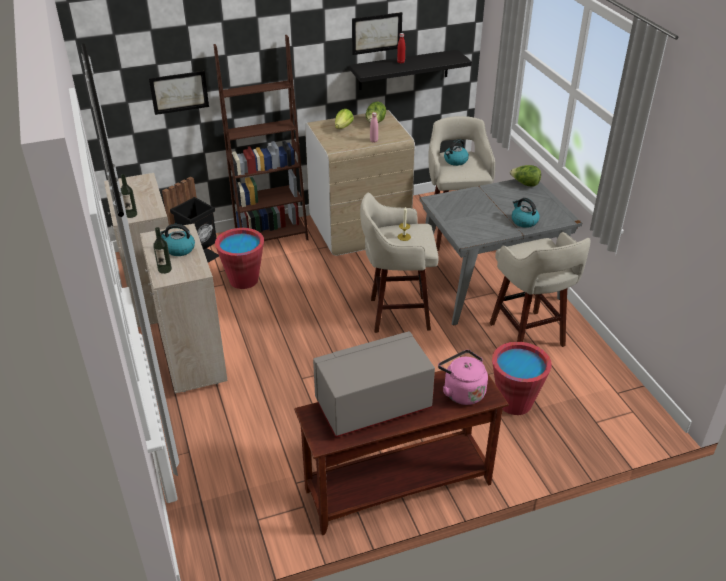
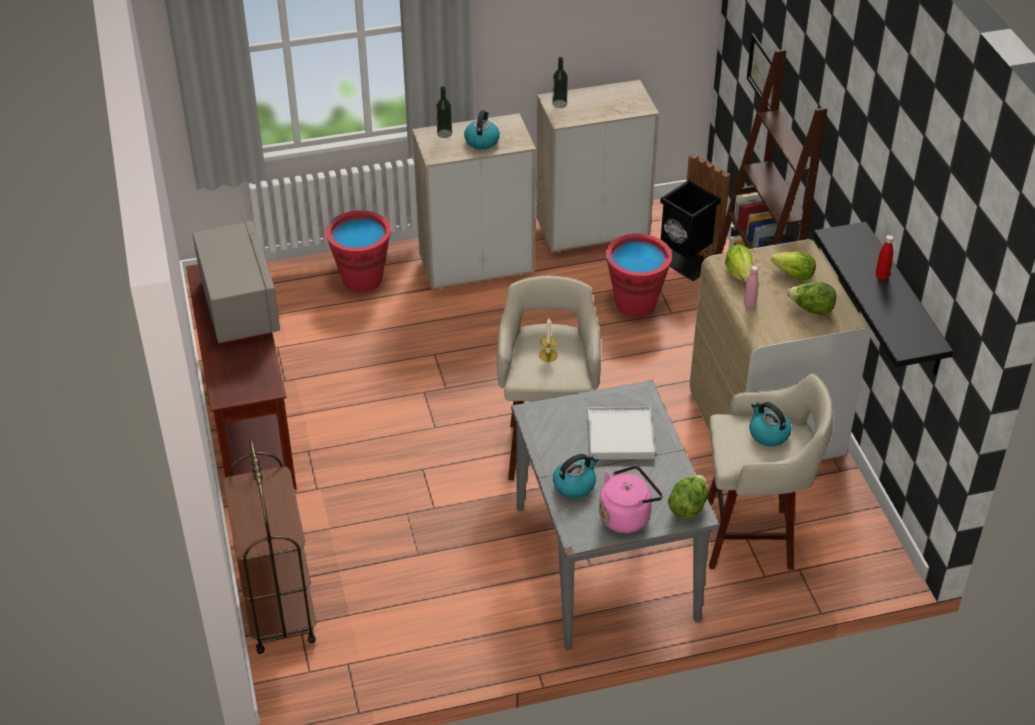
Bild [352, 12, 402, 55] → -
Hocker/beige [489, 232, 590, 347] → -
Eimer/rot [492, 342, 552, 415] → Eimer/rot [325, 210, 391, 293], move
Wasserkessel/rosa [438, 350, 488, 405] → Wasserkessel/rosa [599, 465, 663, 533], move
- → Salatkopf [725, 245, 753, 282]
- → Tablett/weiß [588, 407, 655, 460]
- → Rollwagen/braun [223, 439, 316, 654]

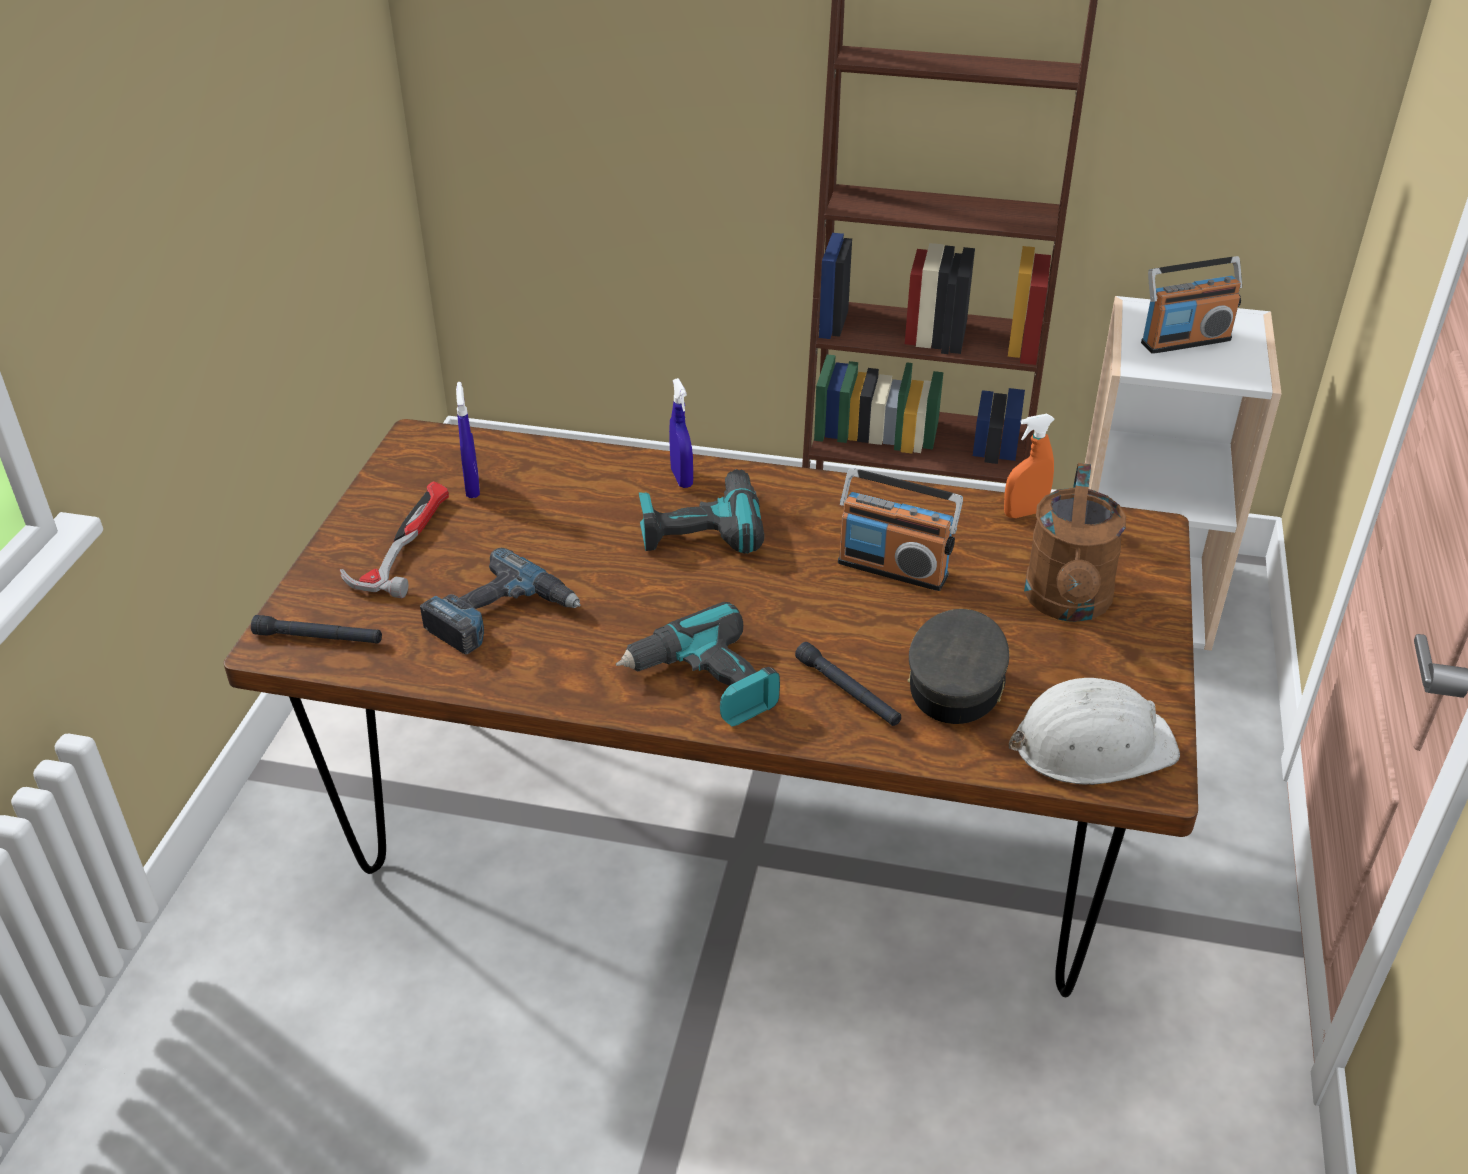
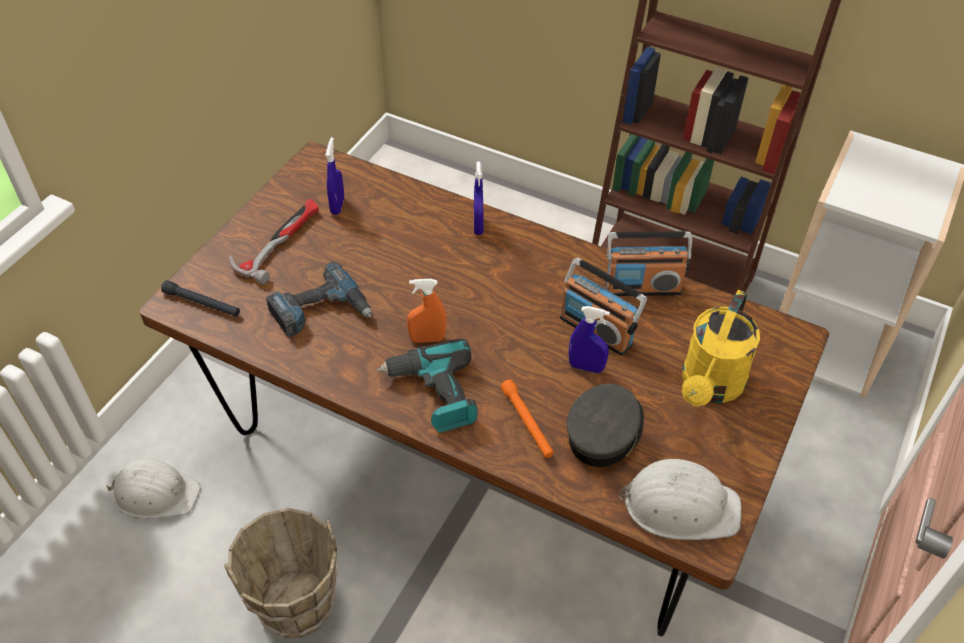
Radio [1141, 256, 1242, 354] → Radio [605, 231, 692, 296], move
Sprühflasche/orange [1004, 414, 1055, 518] → Sprühflasche/orange [407, 279, 447, 343], move
Gießkanne/braun [1024, 463, 1126, 622] → Gießkanne/gelb [682, 290, 760, 406]
Bohrmaschine [638, 469, 764, 554] → -
Taschenlampe/schwarz [795, 642, 901, 726] → Taschenlampe/orange [501, 380, 554, 458]
- → Sprühflasche/blau [568, 306, 610, 373]
- → Schutzhelm/weiß [106, 459, 200, 519]
- → Eimer/braun [224, 508, 339, 638]

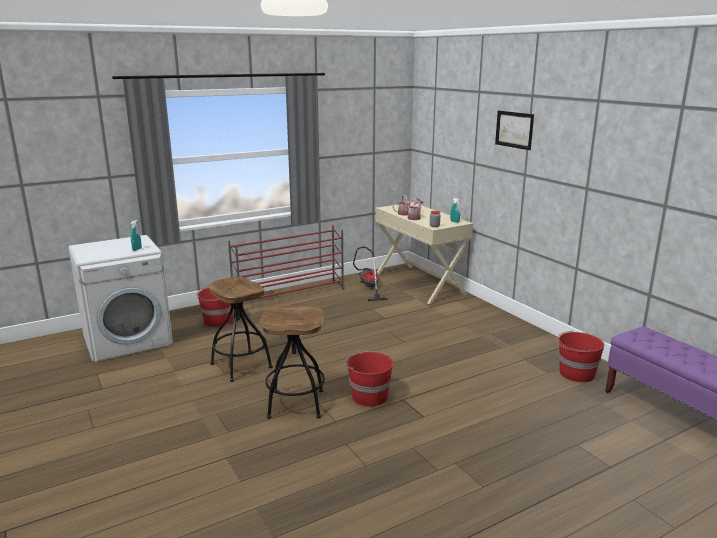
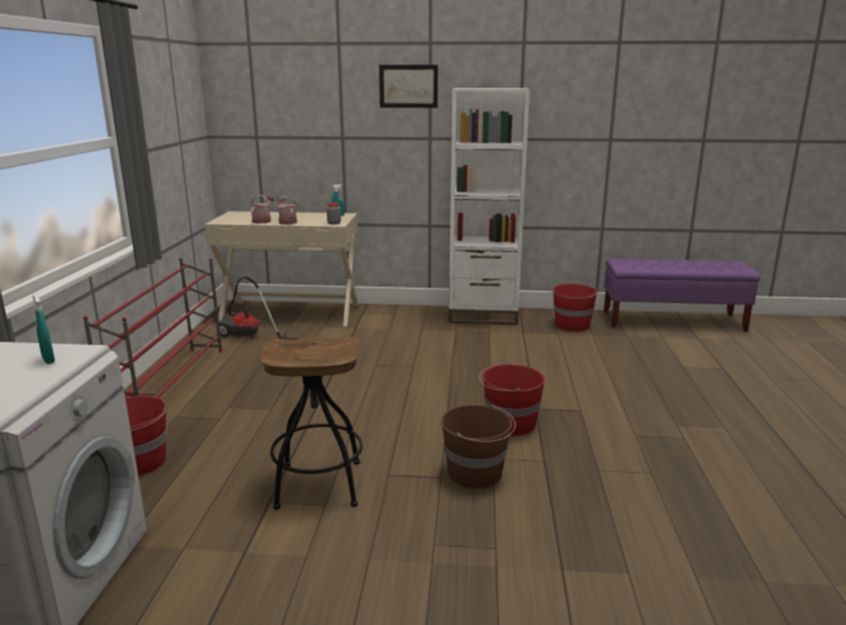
Hocker/braun [260, 306, 325, 419] → Eimer/braun [441, 405, 516, 489]
- → Bücherregal/weiß [449, 88, 530, 325]

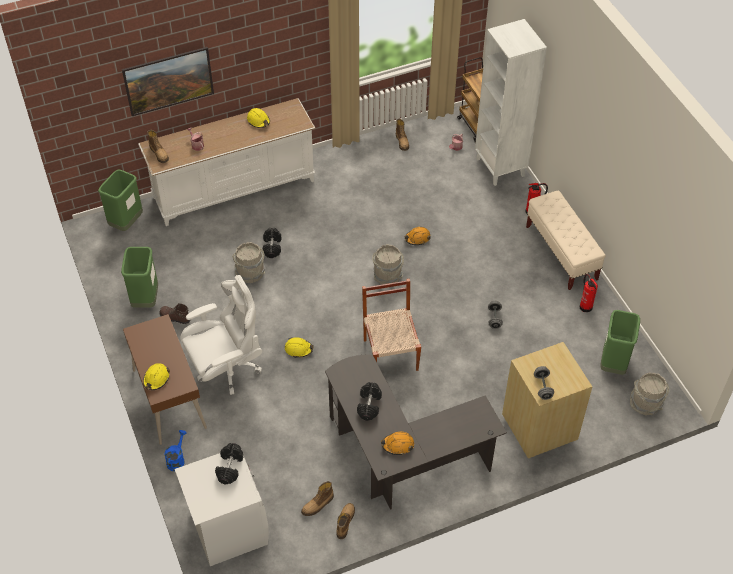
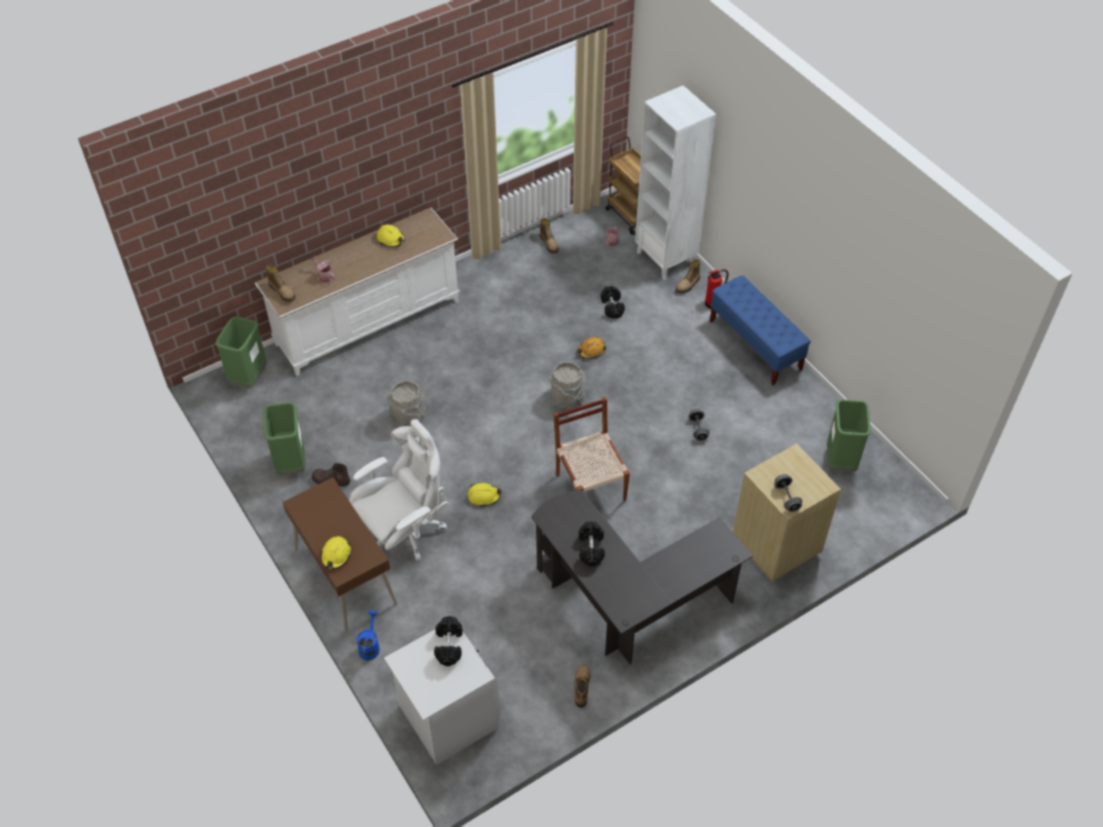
Bild [122, 47, 214, 116] → -
Bank/beige [526, 191, 606, 290] → Bank/blau [710, 275, 811, 385]
Hantel/schwarz [263, 228, 281, 258] → Hantel/schwarz [601, 286, 625, 319], move
Feuerlöscher [580, 274, 598, 312] → -
Eimer/grau [630, 372, 669, 416] → -
Schutzhelm/orange [381, 432, 414, 455] → -
Stiefel [301, 481, 334, 516] → Stiefel [675, 259, 701, 294], move

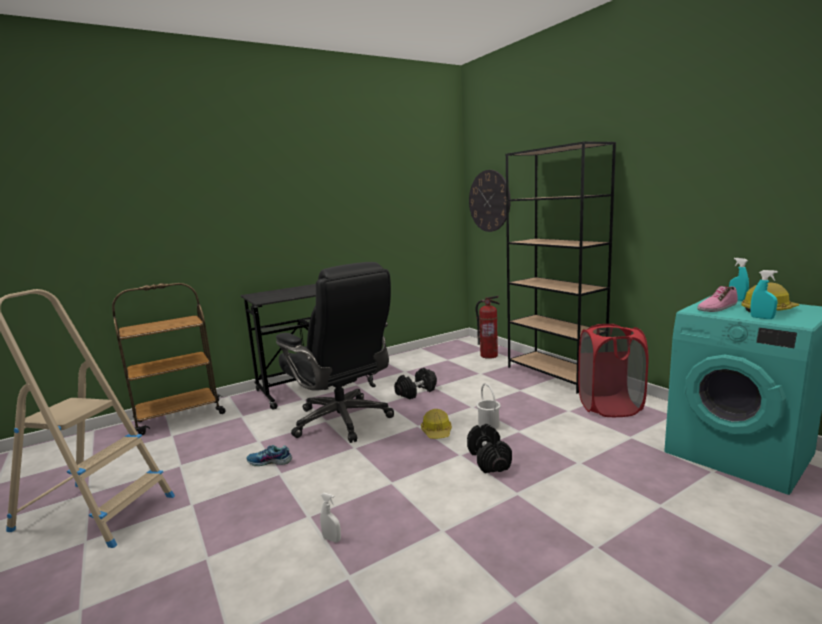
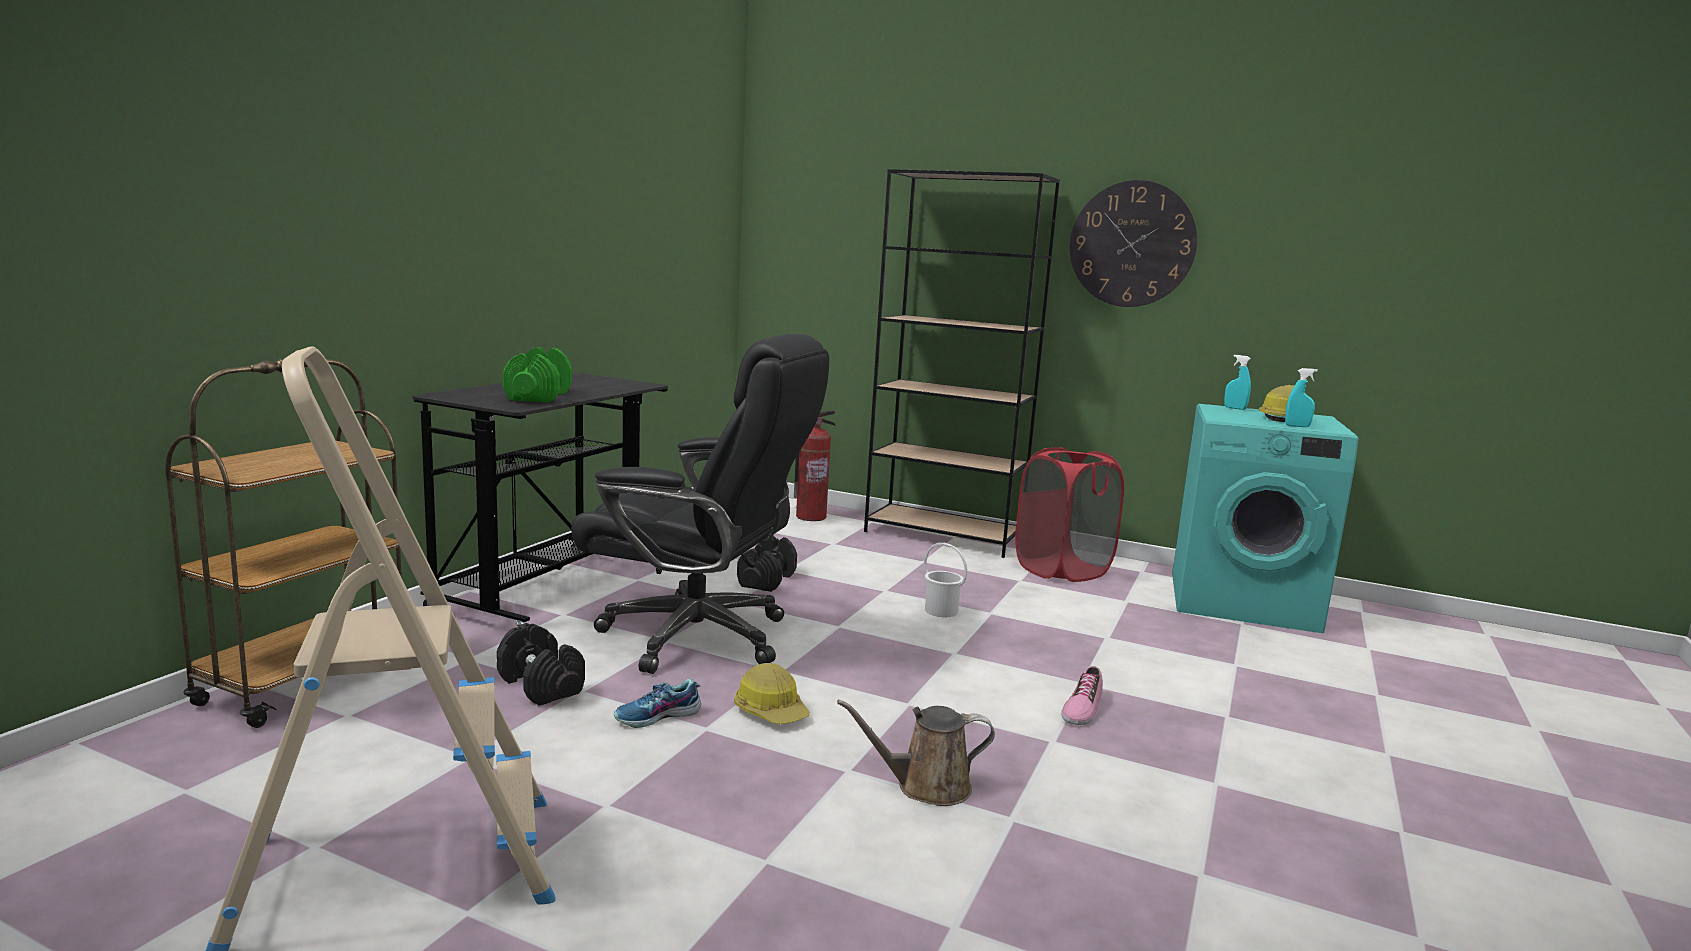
Wanduhr [469, 170, 511, 232] → Wanduhr [1070, 180, 1197, 307], move
Schuh [697, 286, 738, 312] → Schuh [1061, 666, 1103, 725], move
Schutzhelm [421, 409, 452, 439] → Schutzhelm [734, 663, 810, 724], move
Hantel/schwarz [467, 424, 512, 473] → Hantel/schwarz [496, 624, 585, 706], move
Sprühflasche/weiß [320, 493, 341, 542] → Gießkanne/braun [837, 699, 995, 806]
- → Hantel/grün [502, 347, 572, 402]

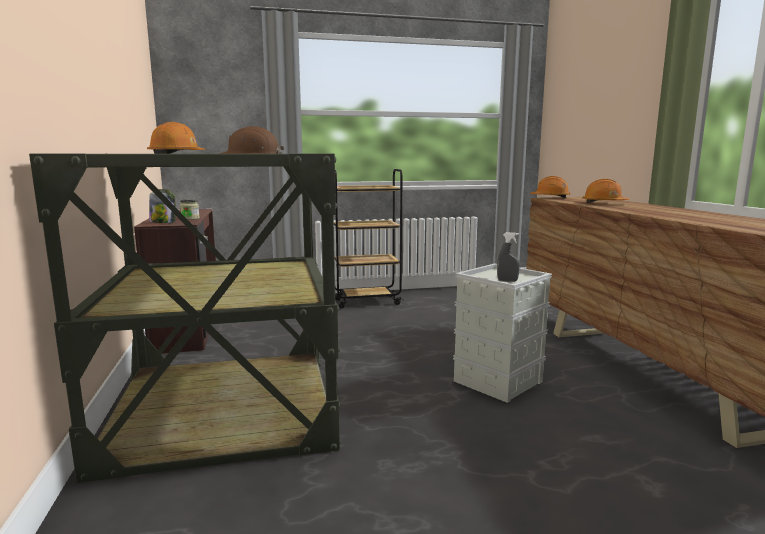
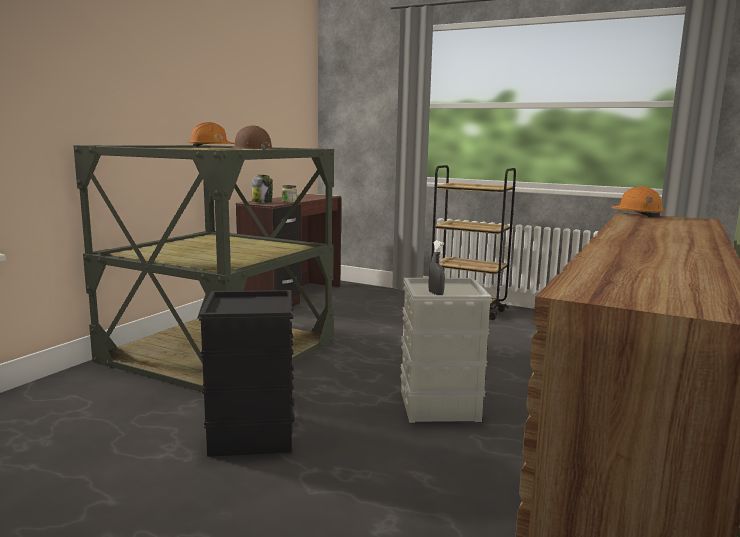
Schutzhelm/orange [582, 179, 629, 203] → -
- → Aufbewahrungsbox/schwarz [199, 290, 294, 457]

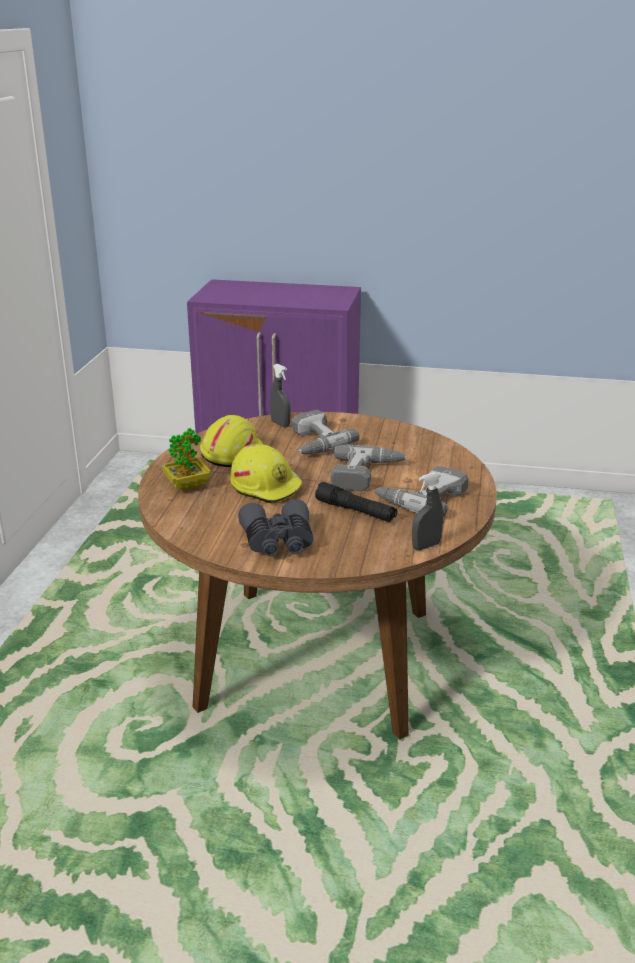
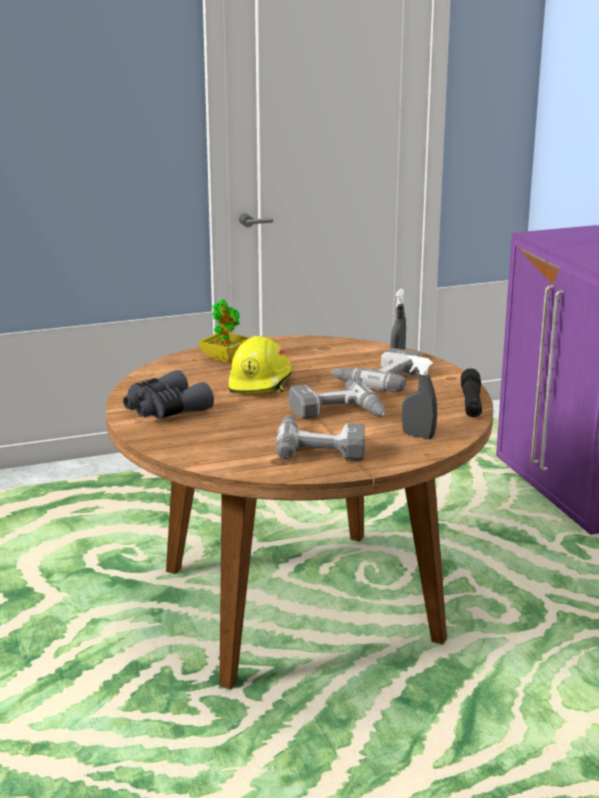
Schutzhelm/gelb [200, 415, 264, 467] → -
Sprühflasche/grau [412, 472, 443, 550] → Sprühflasche/grau [402, 355, 437, 439], move
Taschenlampe/schwarz [315, 482, 397, 522] → Taschenlampe/schwarz [461, 368, 482, 417], move

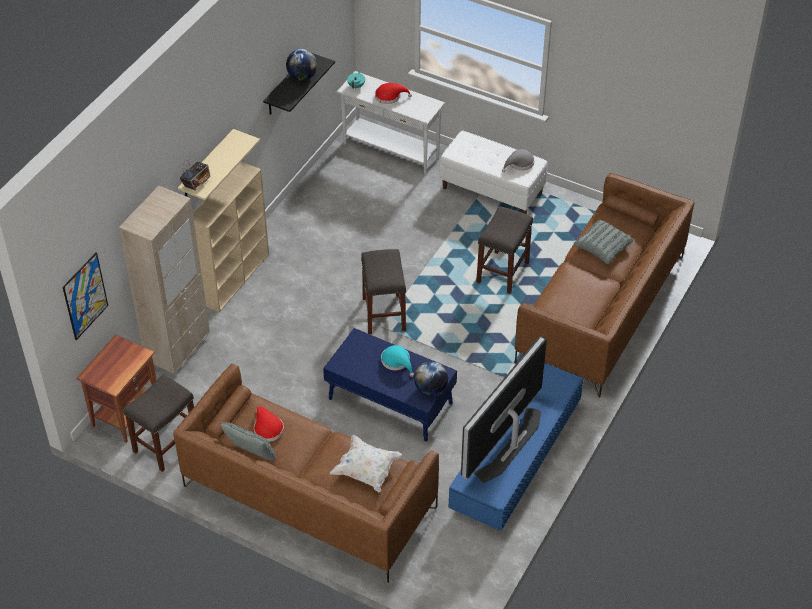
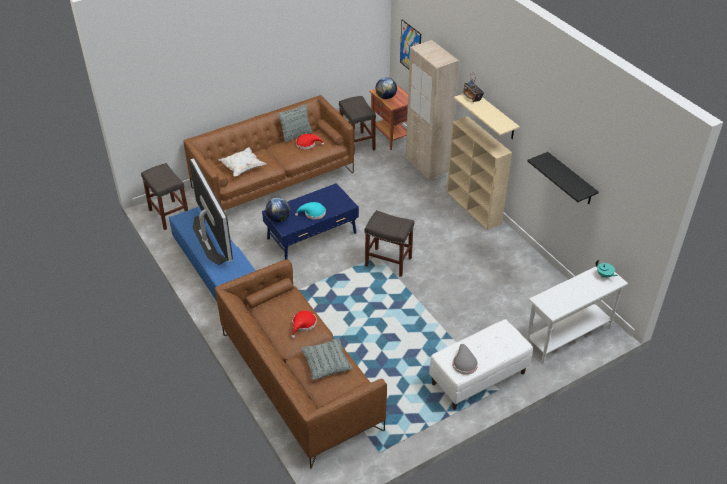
Globus [286, 49, 317, 81] → Globus [376, 77, 397, 99], move
Hut/rot [375, 83, 412, 104] → Hut/rot [291, 311, 317, 338], move
Hocker/grau [476, 206, 533, 294] → Hocker/grau [141, 163, 188, 230], move

